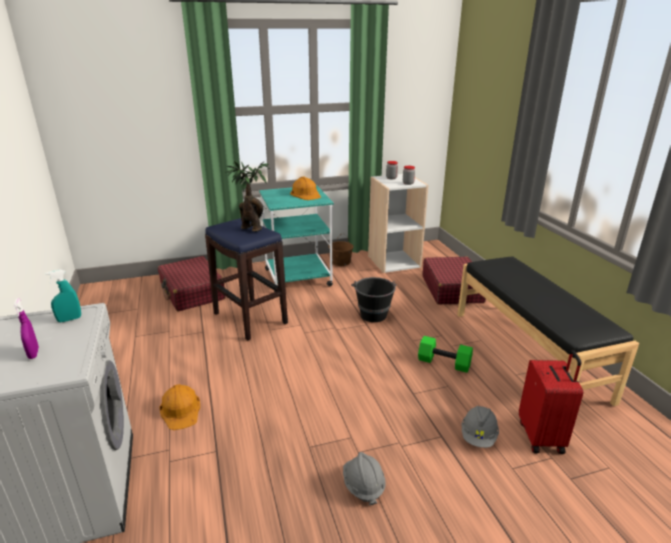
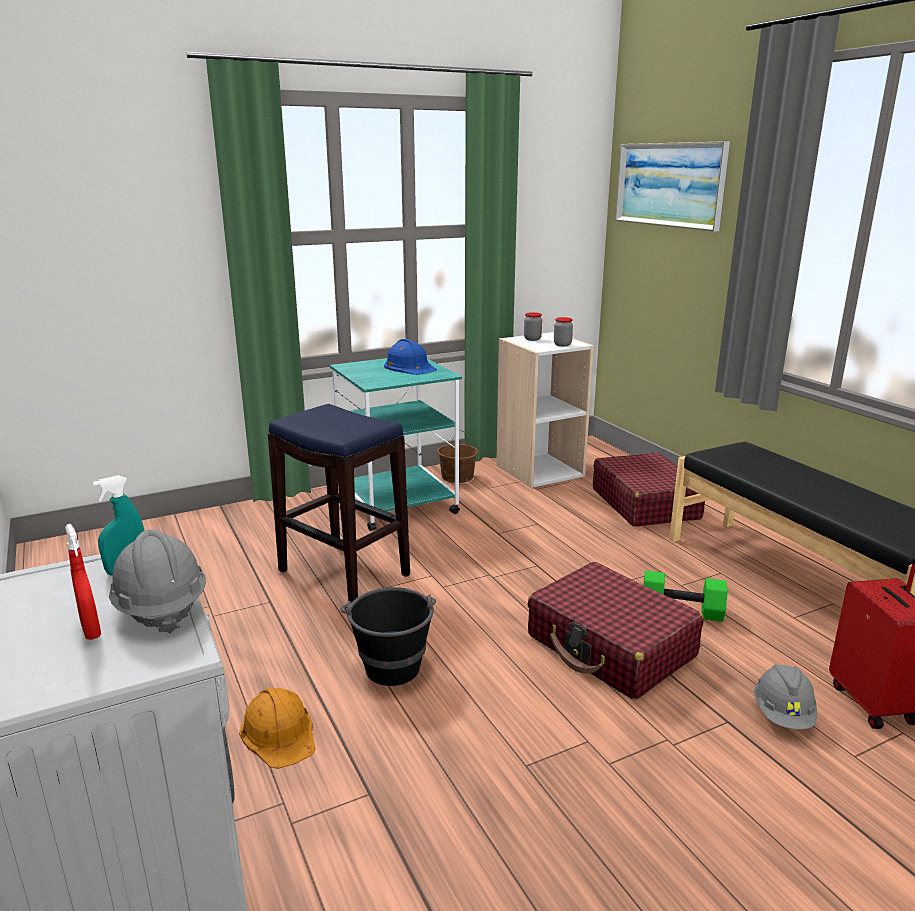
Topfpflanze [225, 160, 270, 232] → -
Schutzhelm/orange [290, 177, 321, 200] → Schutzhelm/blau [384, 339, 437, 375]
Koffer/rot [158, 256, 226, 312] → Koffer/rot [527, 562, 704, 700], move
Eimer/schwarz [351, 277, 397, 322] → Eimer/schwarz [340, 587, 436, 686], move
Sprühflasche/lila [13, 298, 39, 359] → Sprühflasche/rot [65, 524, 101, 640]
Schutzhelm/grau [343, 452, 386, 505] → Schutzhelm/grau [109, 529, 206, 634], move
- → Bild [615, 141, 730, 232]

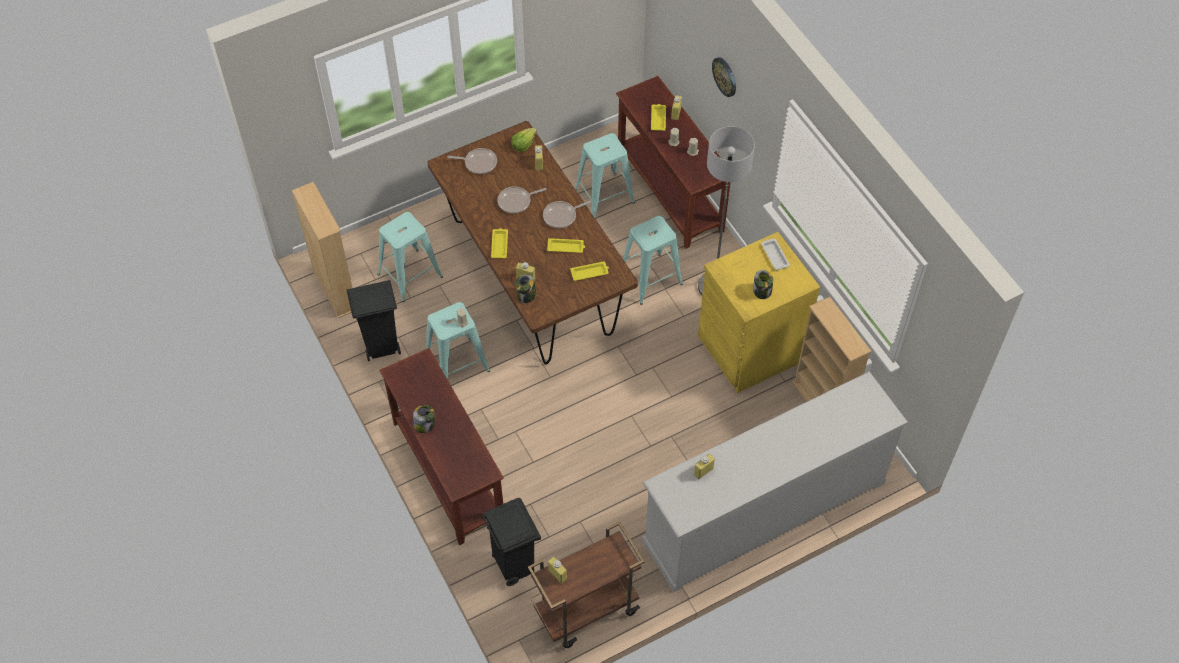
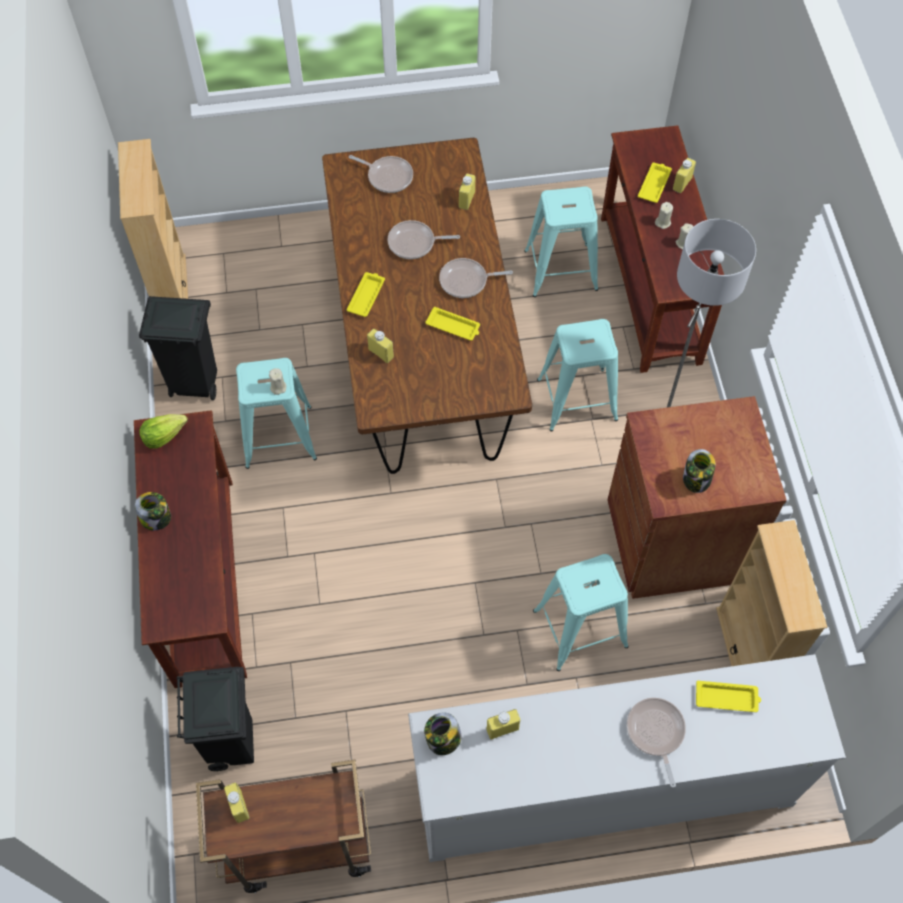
Wanduhr [712, 57, 736, 97] → -
Salatkopf [511, 128, 537, 152] → Salatkopf [139, 414, 188, 449], move
Hocker/türkis [377, 212, 443, 302] → Hocker/türkis [533, 554, 629, 671], move
Kommode/gelb [698, 232, 820, 393] → Kommode/braun [607, 396, 787, 599]
Tablett/weiß [761, 238, 790, 271] → -
Tablett/gelb [570, 261, 609, 281] → Tablett/gelb [696, 681, 761, 712], move
Vorratsglas [515, 275, 537, 303] → Vorratsglas [424, 712, 462, 755], move
- → Pfanne [627, 698, 686, 788]

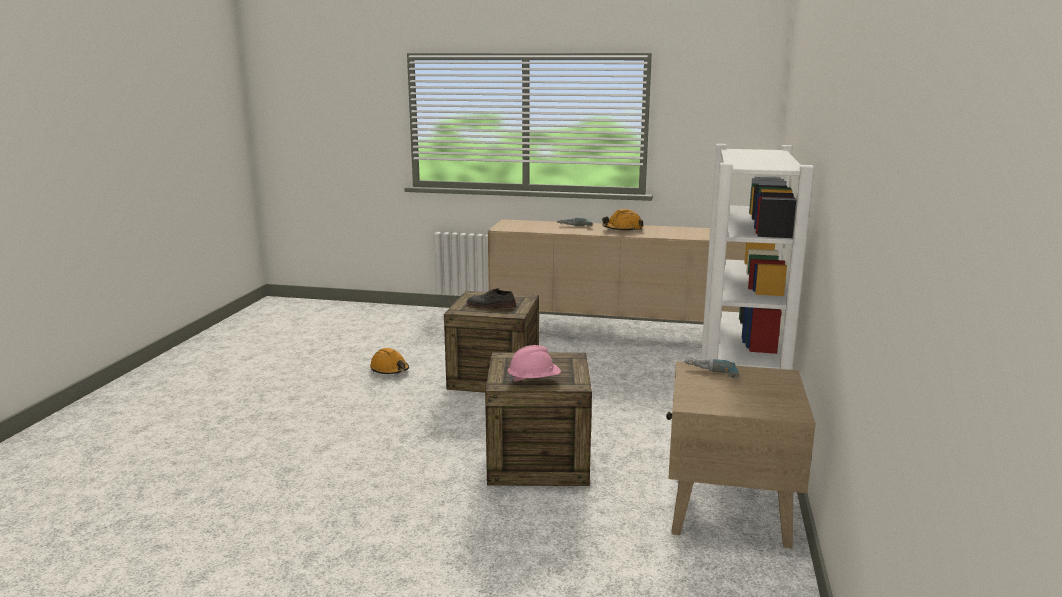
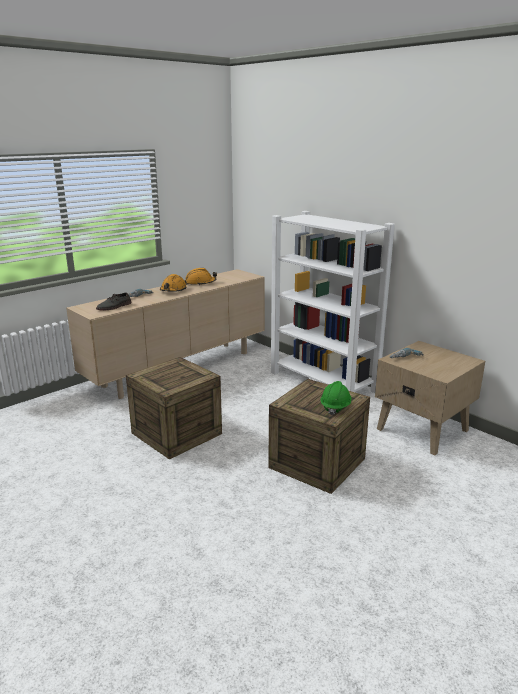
Schuh/grau [467, 288, 516, 308] → Schuh/grau [96, 292, 131, 311], move
Schutzhelm/rosa [507, 345, 561, 383] → Schutzhelm/grün [320, 381, 352, 415]
Schutzhelm/orange [370, 348, 409, 374] → Schutzhelm/orange [185, 268, 217, 286], move

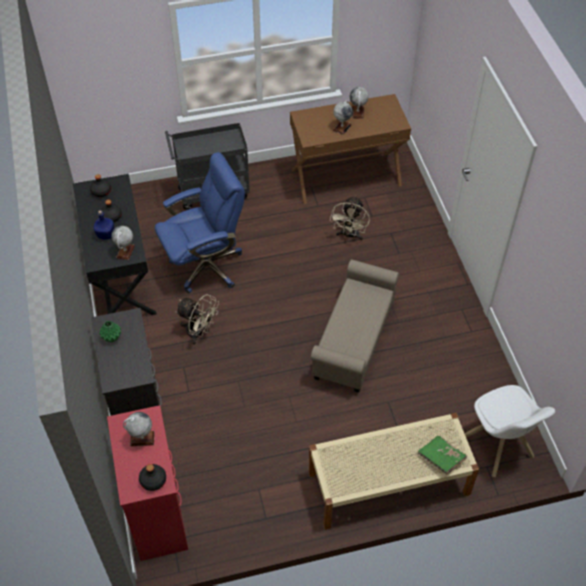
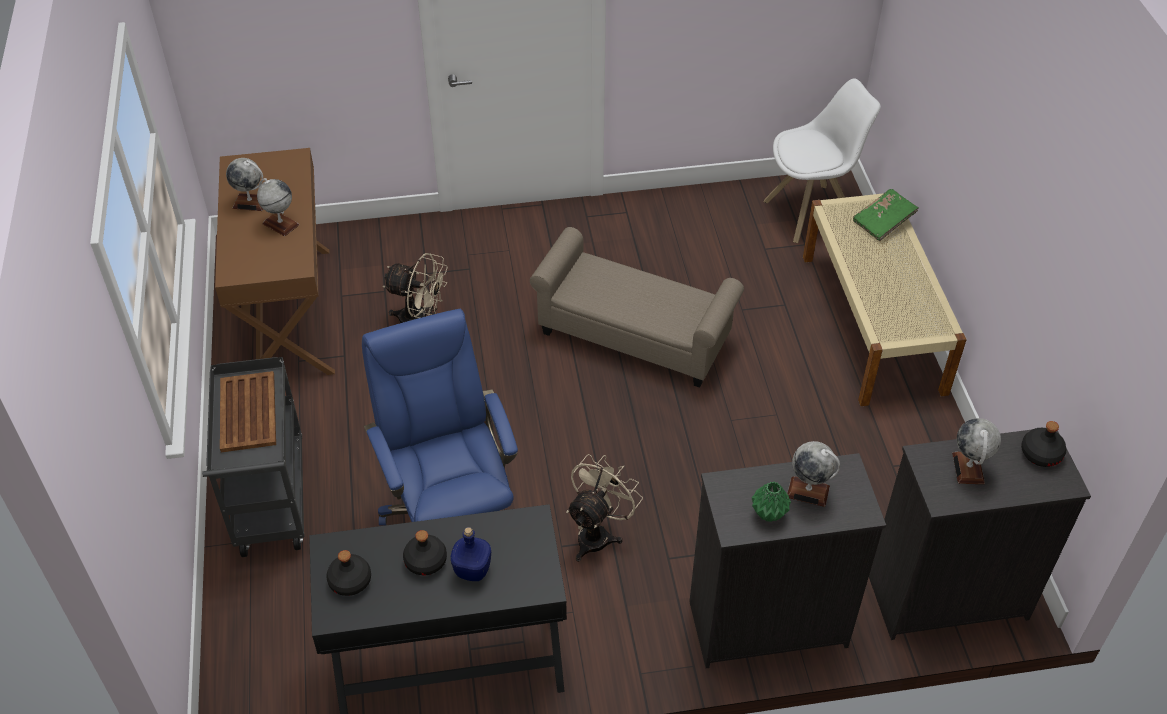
Globus [111, 226, 135, 260] → Globus [787, 441, 840, 507], move
Kommode/rot [107, 405, 188, 561] → Kommode/schwarz [869, 430, 1091, 640]
- → Tablett/braun [220, 371, 276, 452]

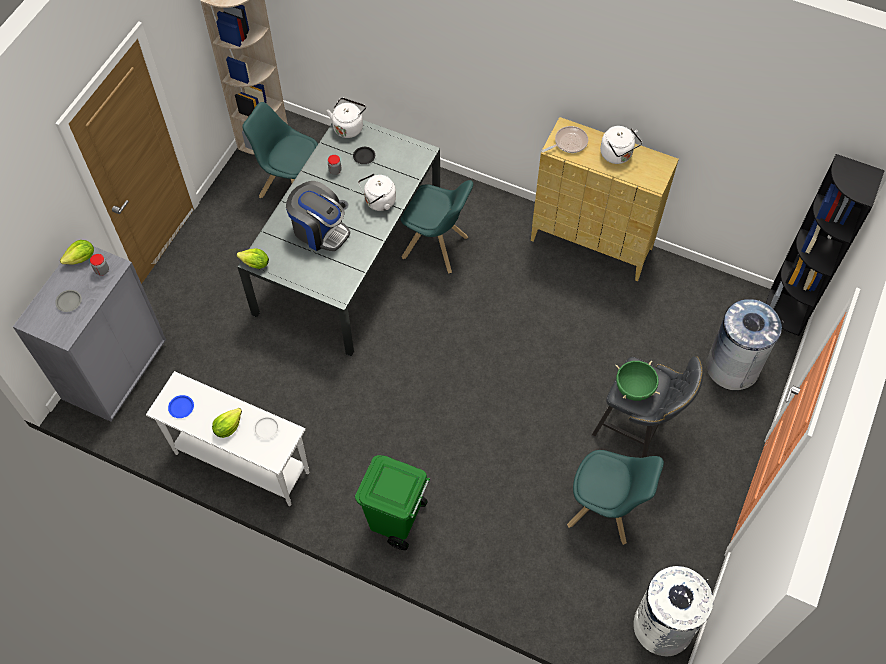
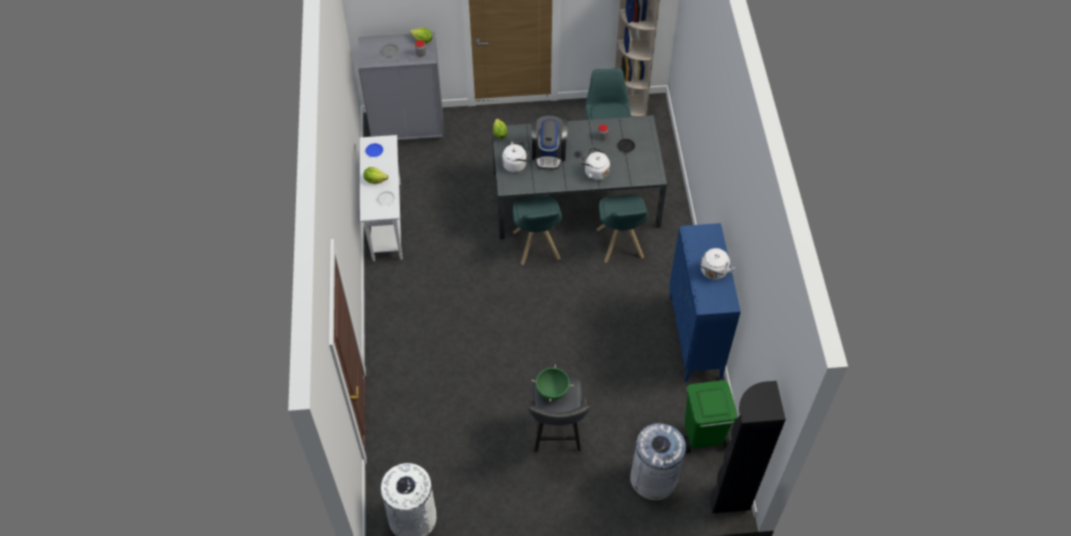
Wasserkessel/weiß [327, 98, 366, 138] → Wasserkessel/weiß [502, 142, 529, 172], move
Kommode/beige [531, 117, 679, 281] → Kommode/blau [669, 223, 741, 382]
Pfanne [541, 126, 588, 153] → -
Stuhl/türkis [567, 450, 664, 545] → Stuhl/türkis [513, 196, 562, 265], move
Mülleimer/grün [355, 455, 430, 550] → Mülleimer/grün [684, 380, 737, 453], move

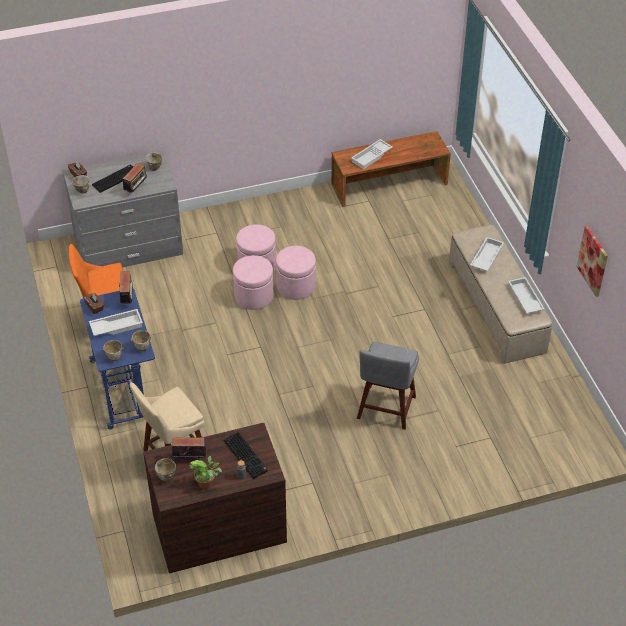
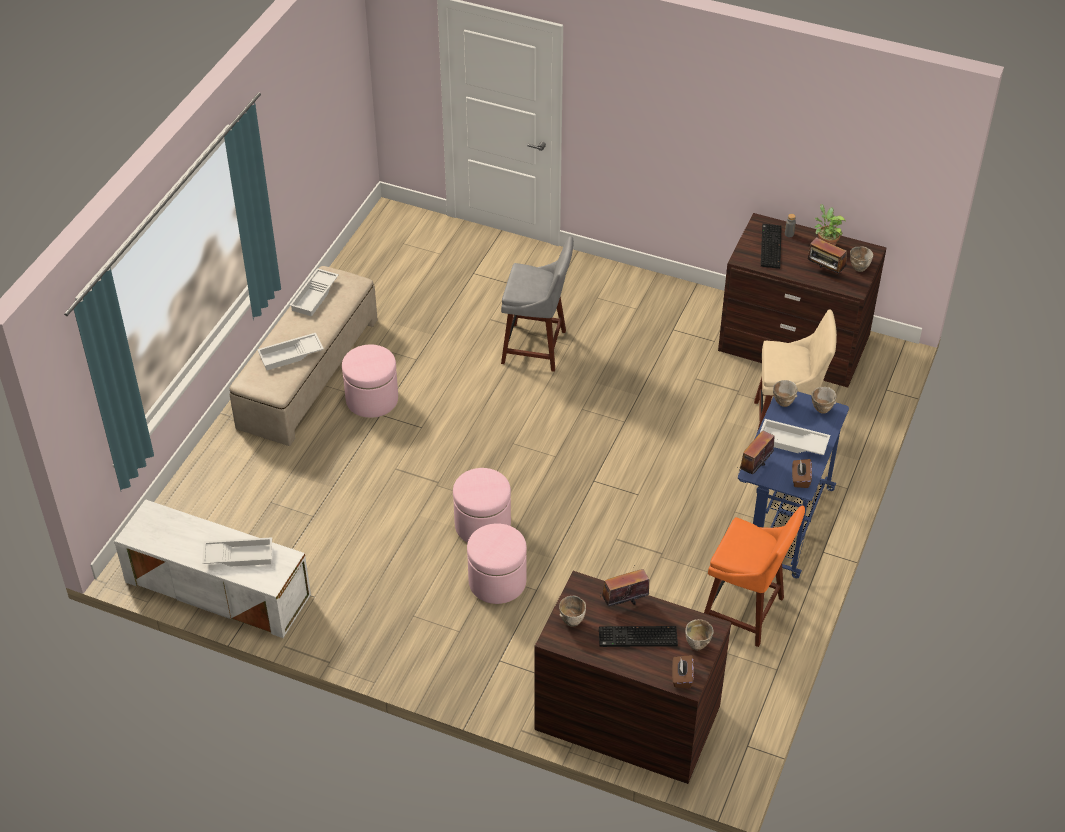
Bank/braun [331, 131, 451, 207] → Bank/weiß [114, 499, 311, 638]
Kommode/grau [63, 151, 183, 267] → Kommode/braun [534, 571, 731, 784]
Bild [577, 225, 608, 297] → -
Polsterhocker/rosa [233, 255, 274, 310] → Polsterhocker/rosa [342, 344, 398, 418], move
Stuhl/grau [357, 342, 419, 430] → Stuhl/grau [501, 236, 574, 372], 45 degrees clockwise

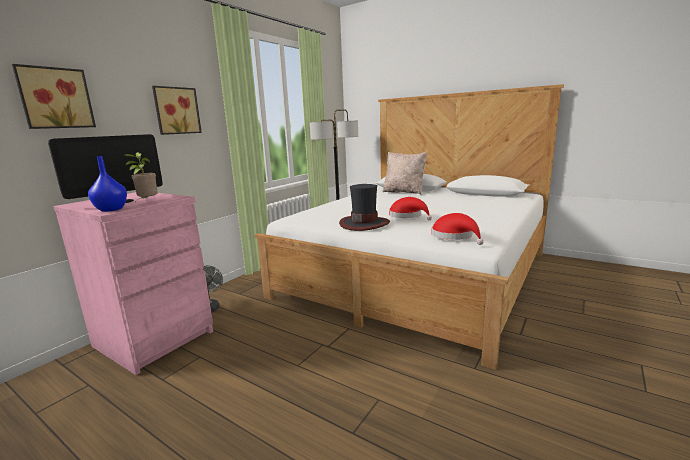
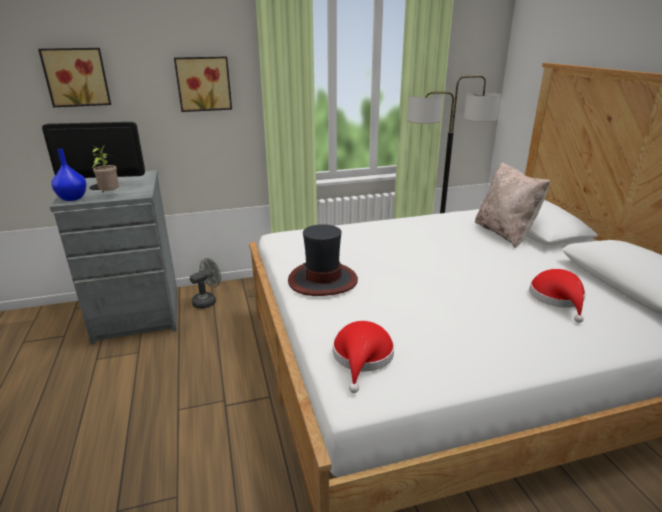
Kommode/rosa [53, 192, 213, 375] → Kommode/grau [50, 170, 177, 344]
Hut/rot [389, 197, 432, 220] → Hut/rot [529, 269, 586, 323], move

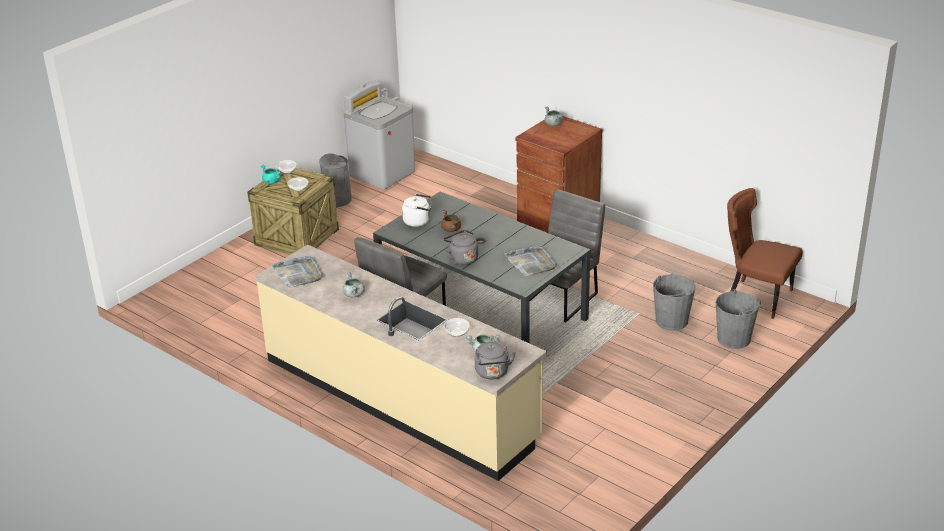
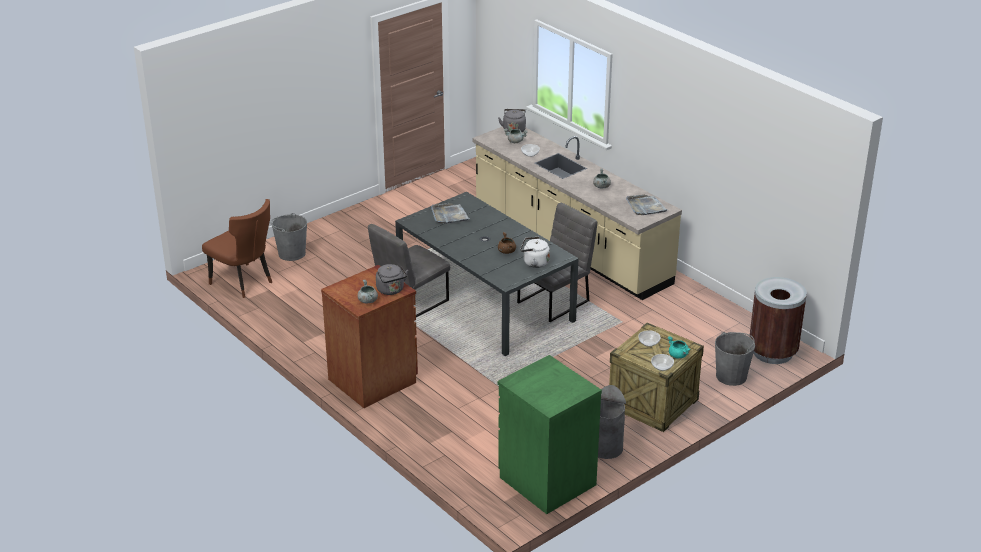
Waschmaschine/grau [342, 80, 415, 190] → Kommode/grün [497, 355, 602, 514]
Wasserkessel/grau [444, 230, 478, 265] → Wasserkessel/grau [376, 264, 408, 295], move
Eimer/grau [653, 274, 695, 331] → Eimer/grau [715, 332, 755, 386], move
- → Mülleimer/braun [749, 277, 807, 364]

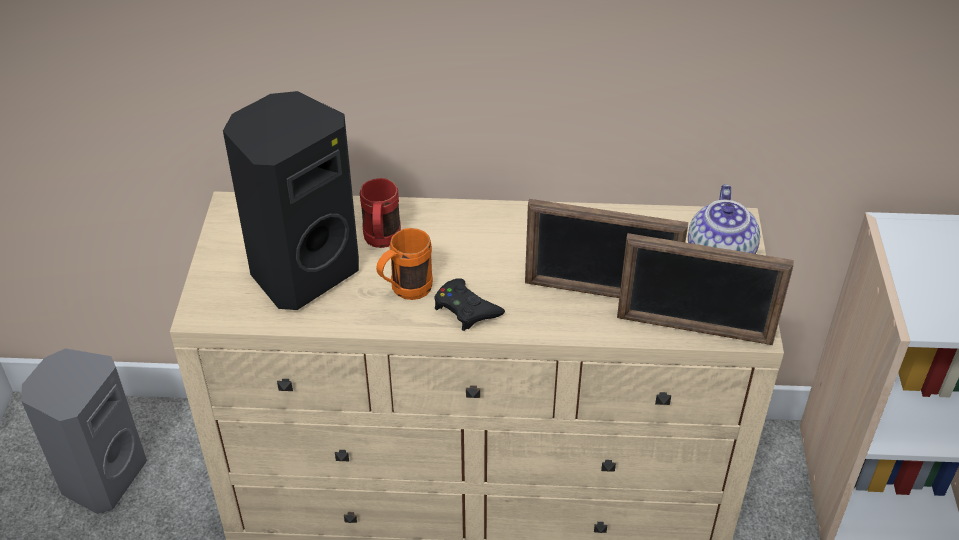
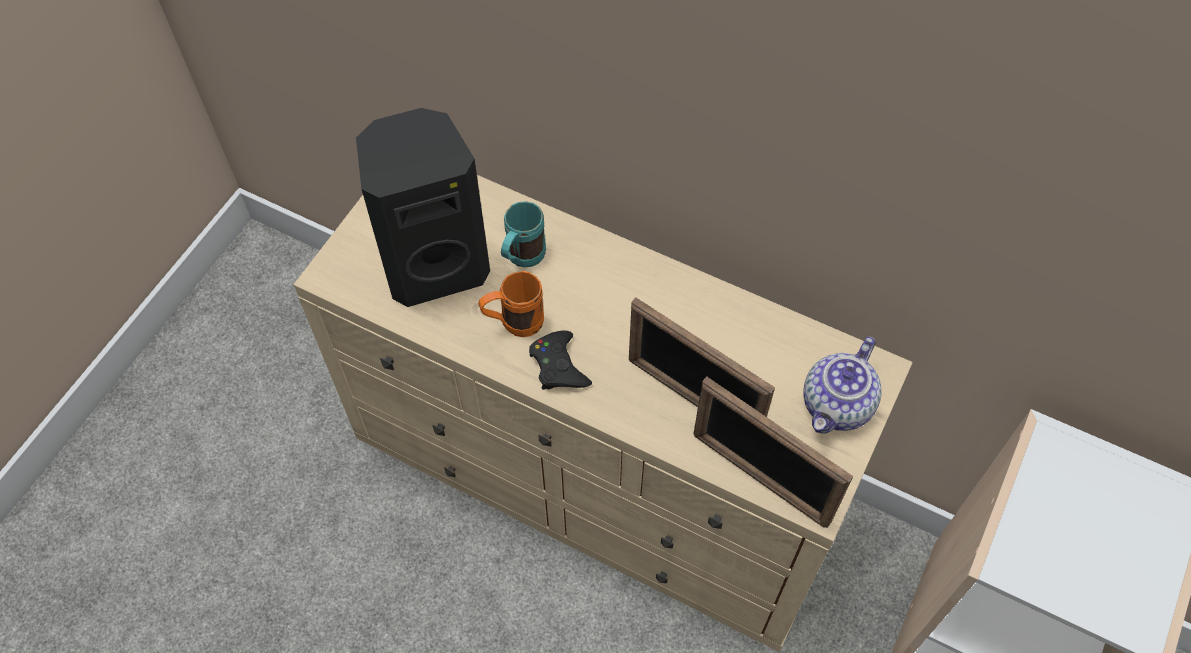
Henkelbecher/rot [360, 178, 401, 248] → Henkelbecher/türkis [501, 201, 546, 267]
Lautsprecher/grau [21, 348, 147, 514] → -

